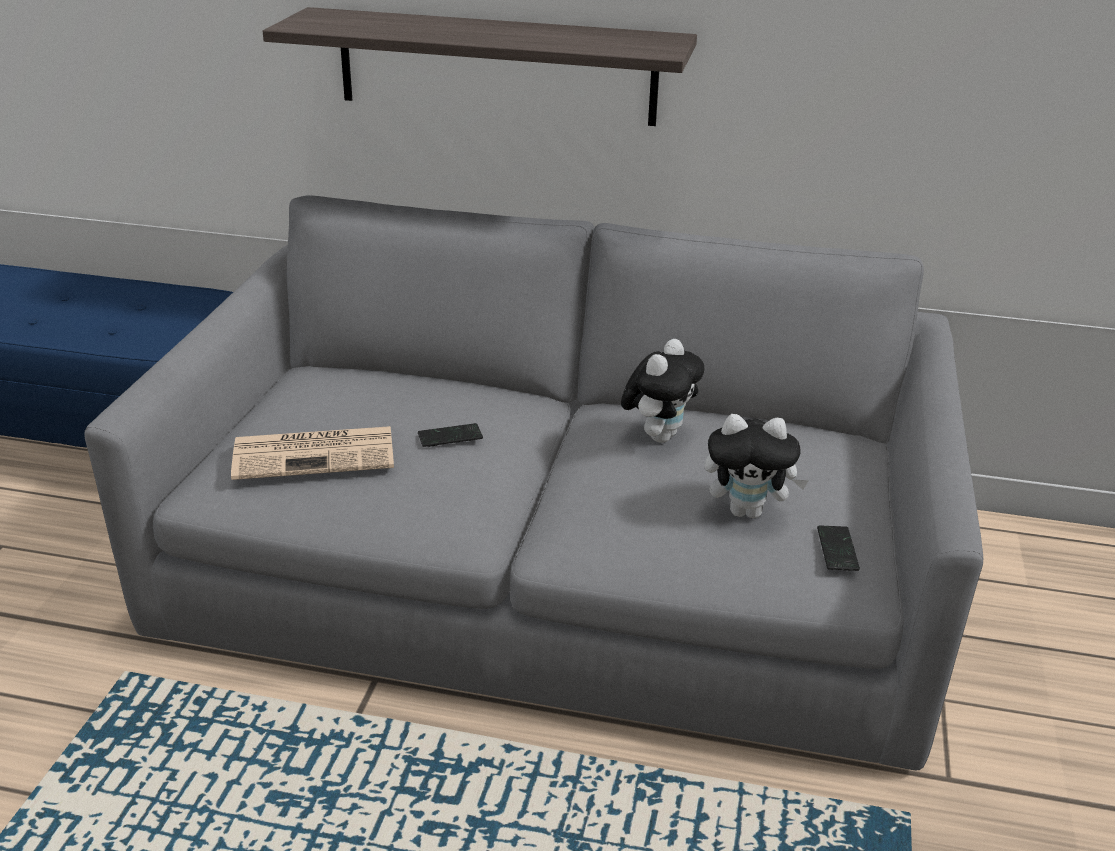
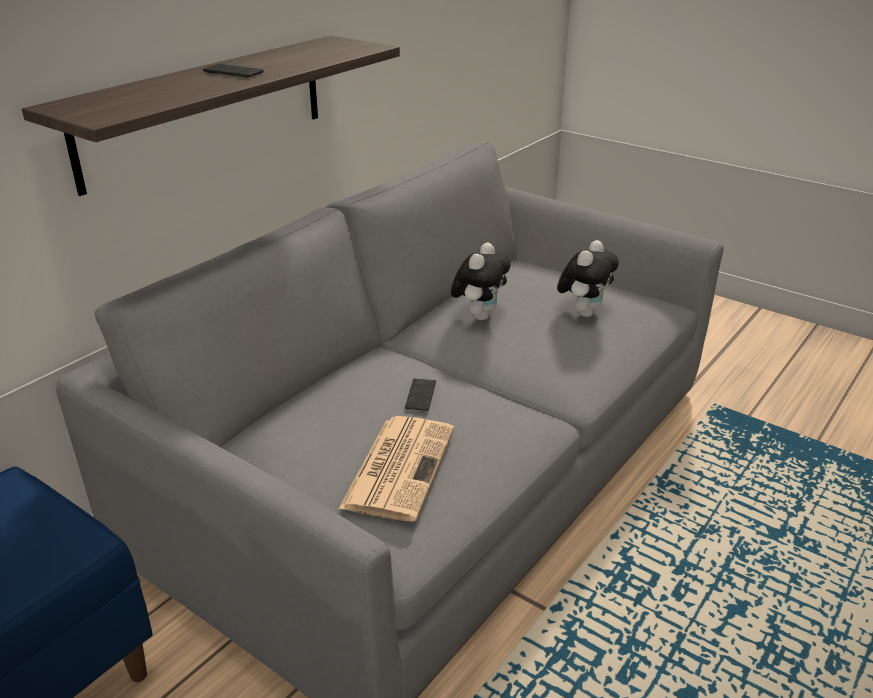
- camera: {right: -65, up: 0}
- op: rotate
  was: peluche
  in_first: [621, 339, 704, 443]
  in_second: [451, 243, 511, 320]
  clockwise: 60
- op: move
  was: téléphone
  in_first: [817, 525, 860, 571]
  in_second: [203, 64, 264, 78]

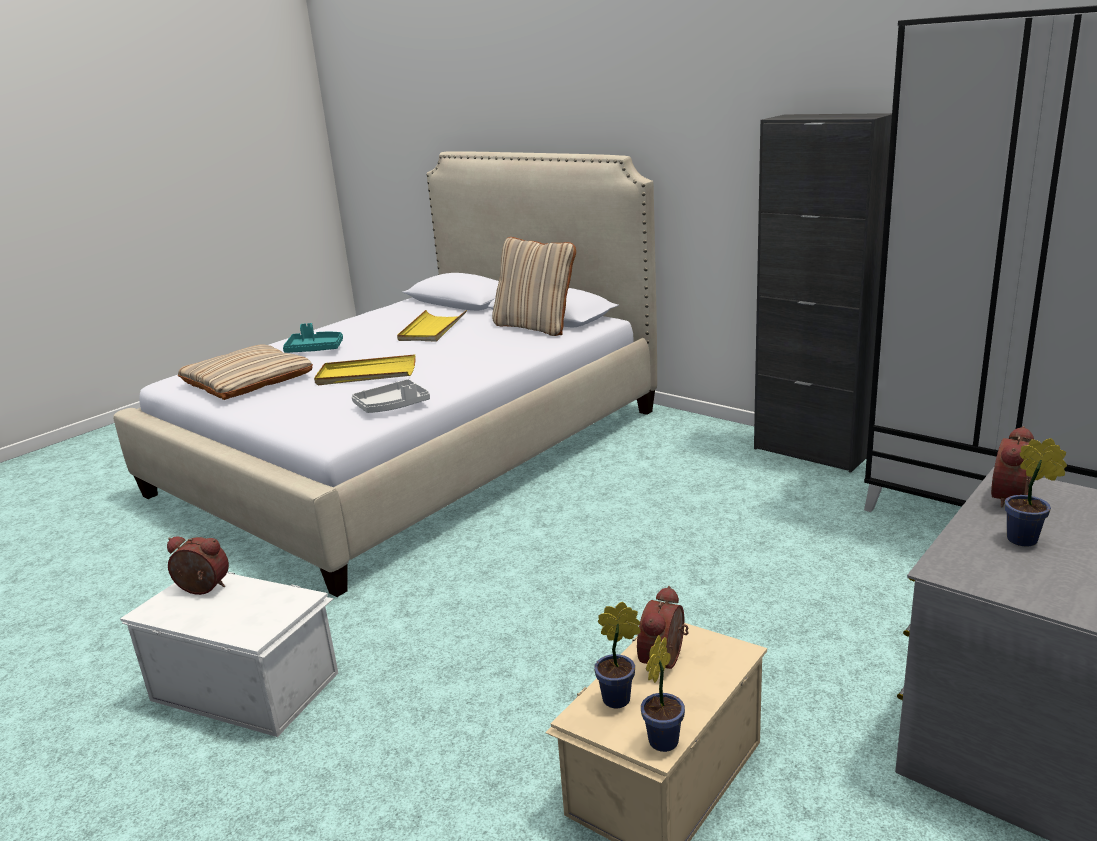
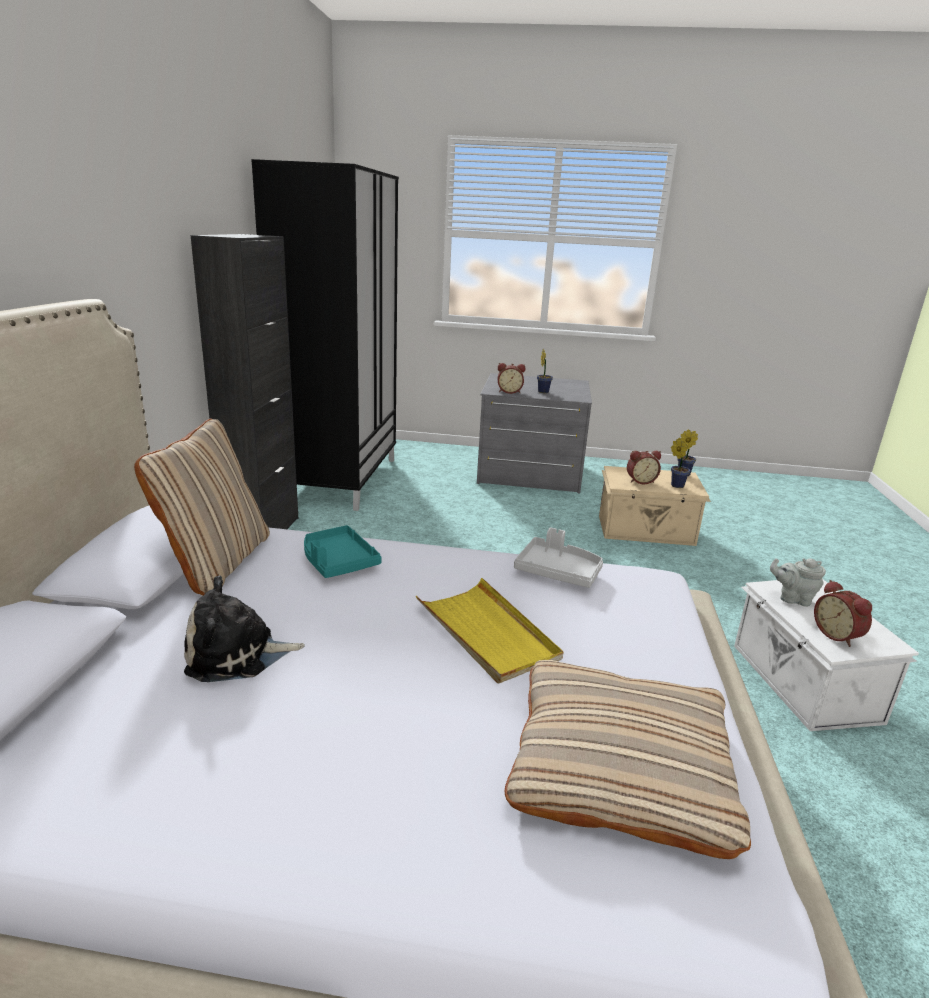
- camera: {right: -125, up: 0}
- op: replace
  was: plateau [jaune]
  now: peluche
  in_first: [397, 310, 467, 341]
  in_second: [184, 575, 305, 682]
- op: move
  was: plateau [turquoise]
  in_first: [283, 323, 343, 353]
  in_second: [304, 525, 382, 578]
- op: insert
  now: théière [gris]
  in_second: [770, 558, 826, 607]

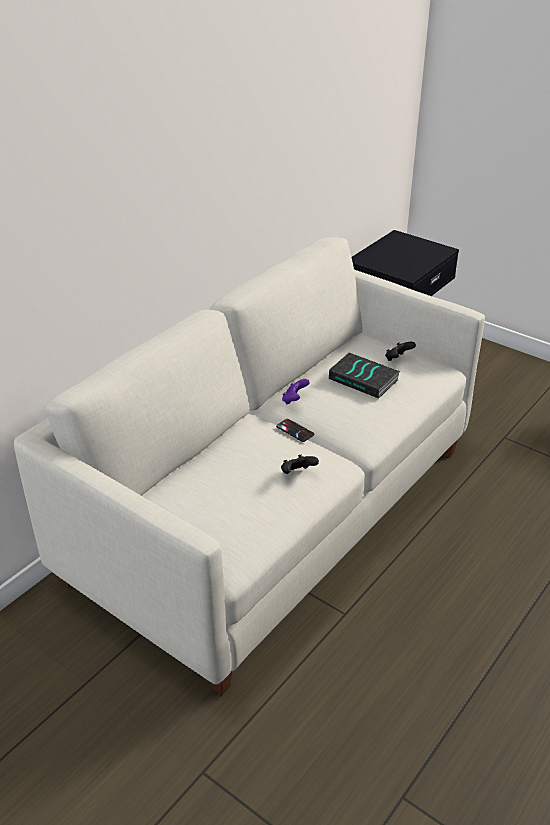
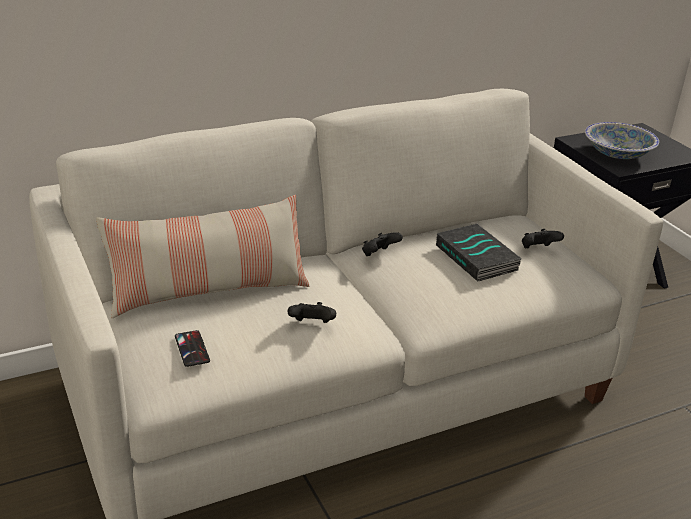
- camera: {right: 25, up: -5}
- op: recolor
  was: manette [violet]
  now: manette [noir]
  in_first: [282, 379, 310, 405]
  in_second: [362, 232, 403, 256]
- op: move
  was: téléphone
  in_first: [276, 419, 314, 442]
  in_second: [175, 330, 210, 367]
- op: insert
  now: bol
  in_second: [585, 122, 659, 159]
- op: insert
  now: coussin
  in_second: [96, 195, 309, 318]

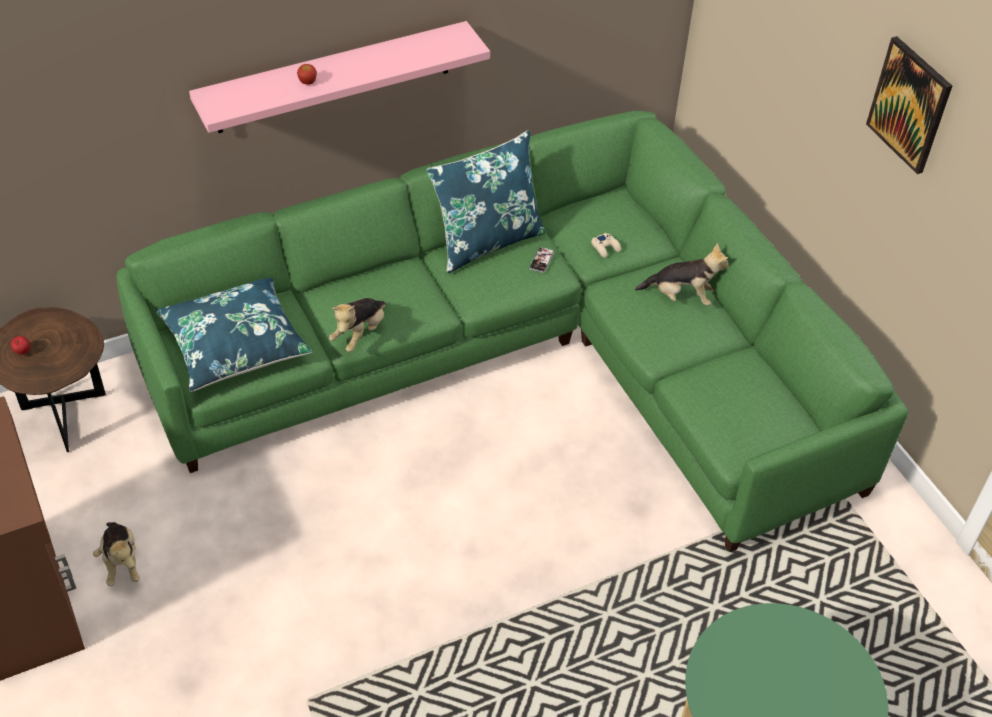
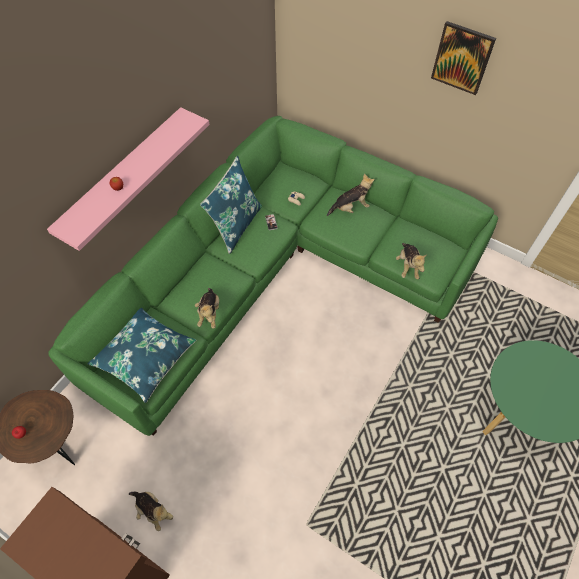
- camera: {right: -30, up: 10}
- op: insert
  now: peluche
  in_second: [396, 243, 426, 279]

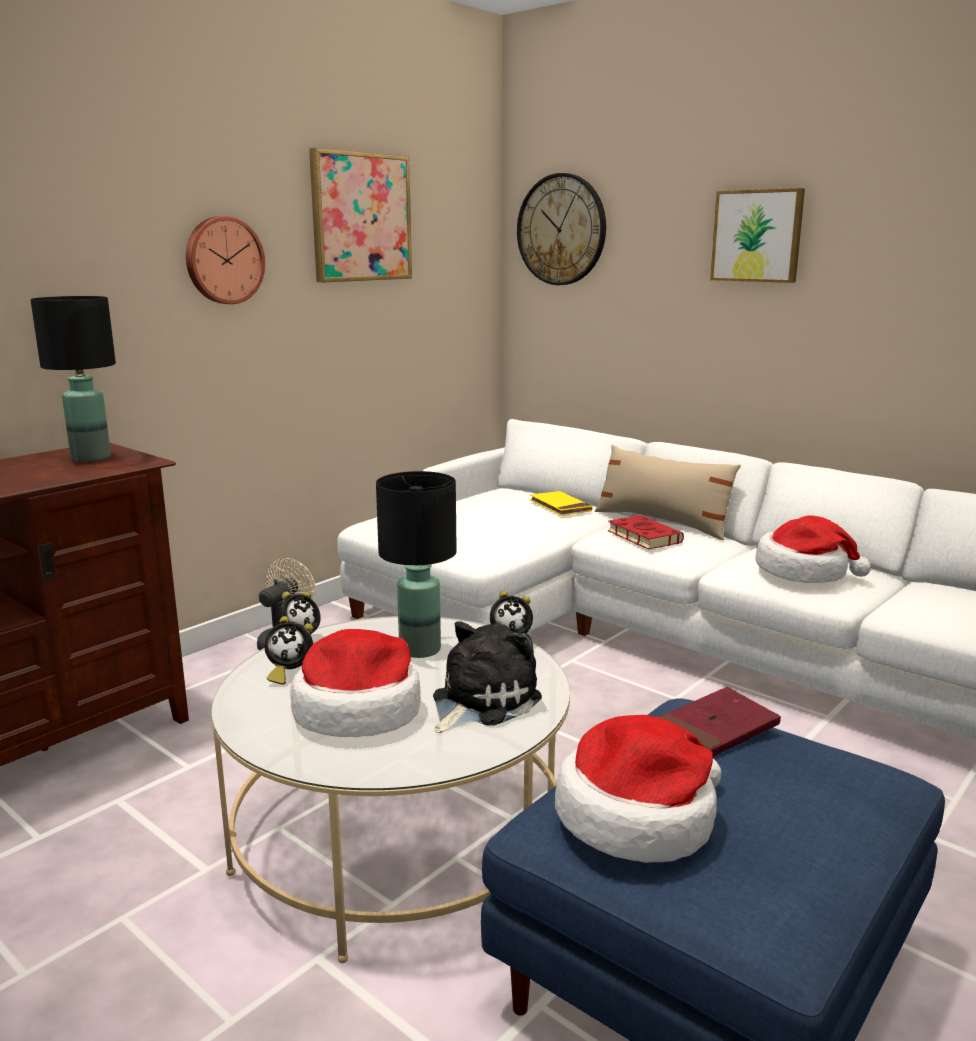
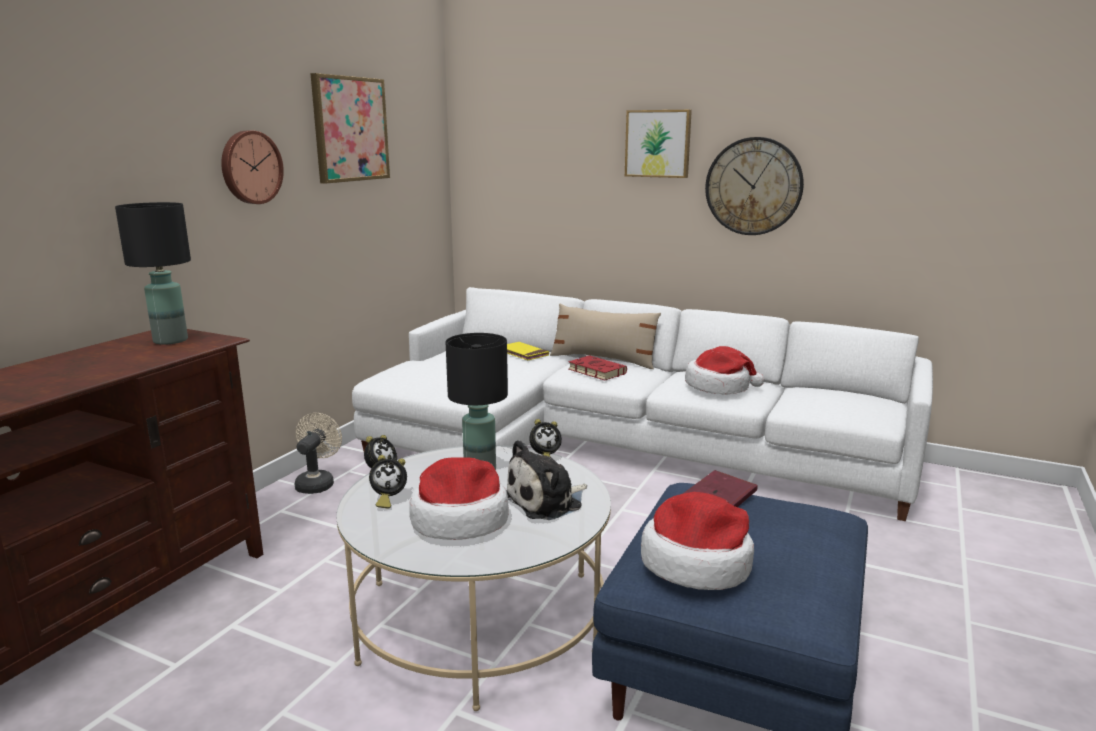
- camera: {right: -15, up: 0}
- op: move
  was: horloge murale
  in_first: [517, 173, 606, 285]
  in_second: [705, 137, 804, 235]
- op: rotate
  was: peluche
  in_first: [433, 621, 542, 733]
  in_second: [506, 440, 587, 520]
  clockwise: -150

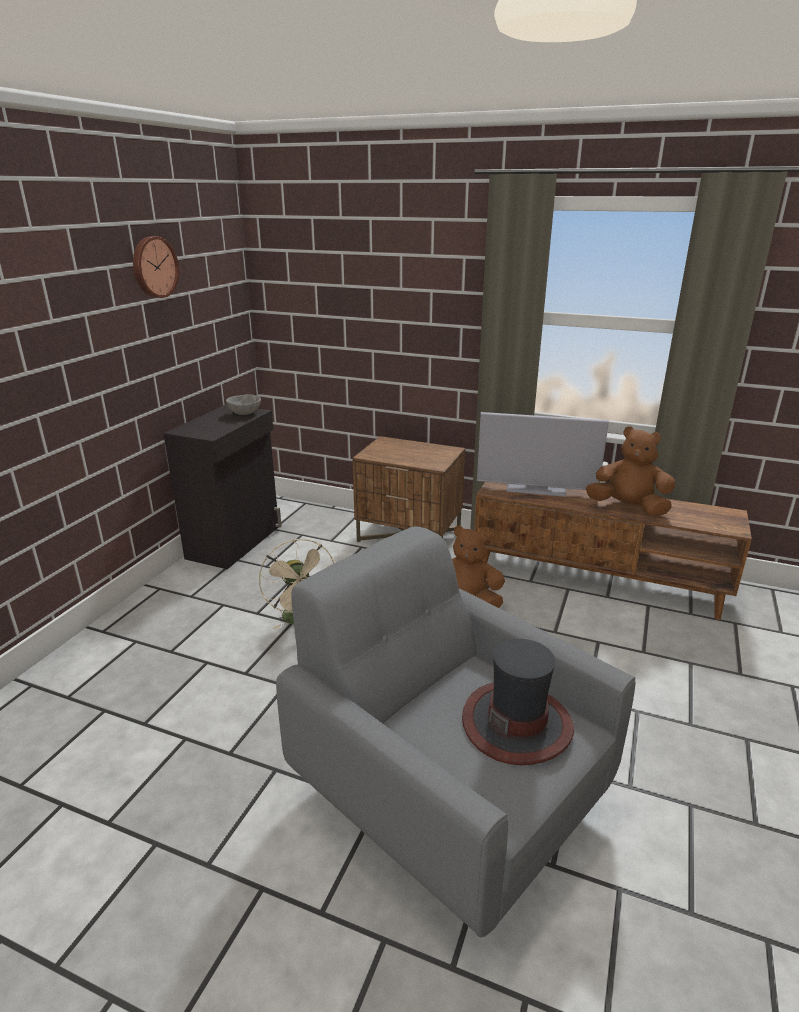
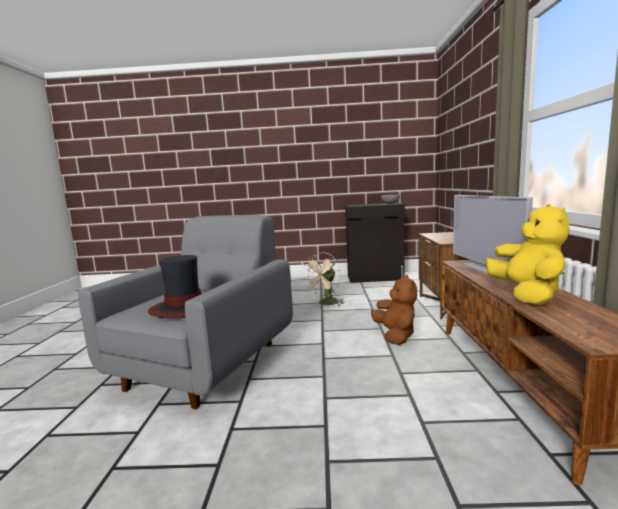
- camera: {right: 70, up: -15}
- op: delete
  was: horloge murale
  in_first: [133, 236, 179, 298]
- op: recolor
  was: peluche [marron]
  now: peluche [jaune]
  in_first: [586, 426, 676, 517]
  in_second: [485, 204, 570, 305]

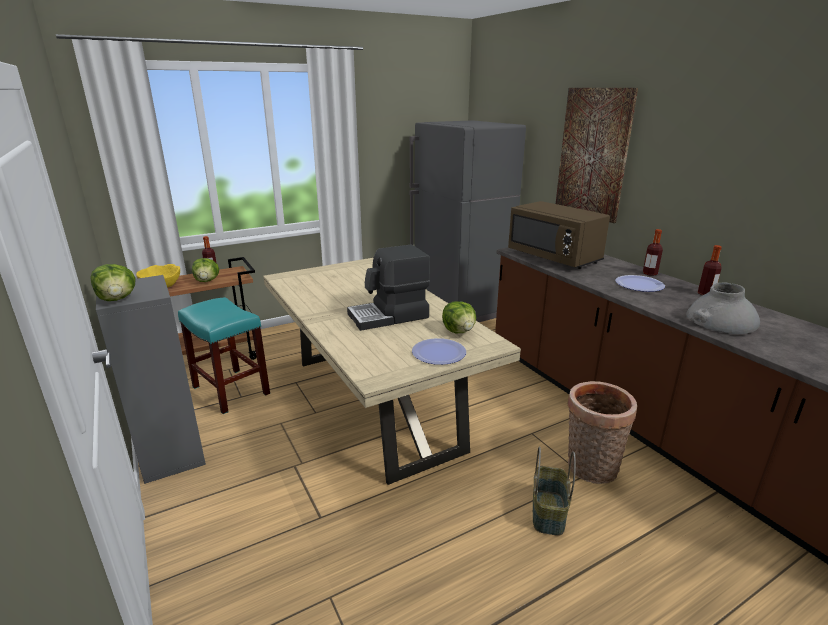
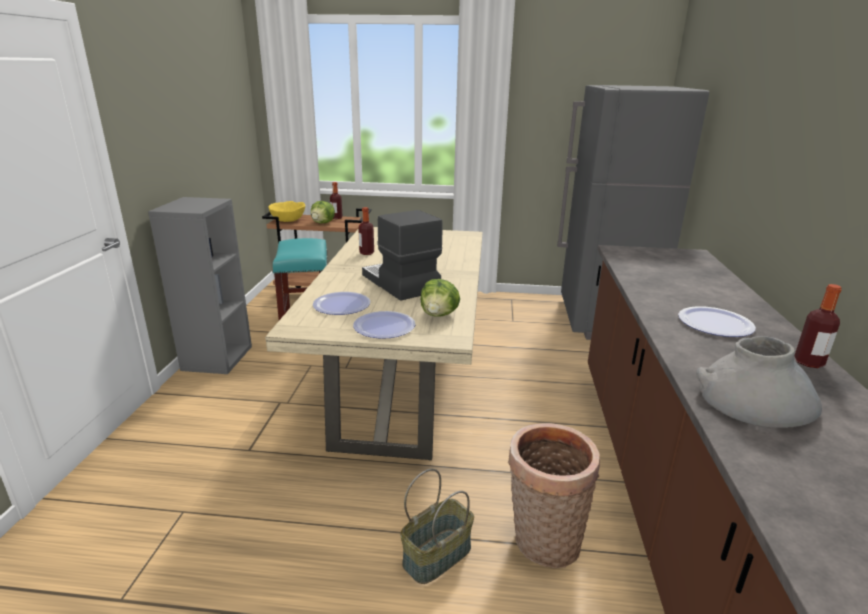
- camera: {right: 35, up: 0}
- op: delete
  was: tableau
  in_first: [556, 88, 638, 223]
- op: delete
  was: micro-ondes [marron]
  in_first: [508, 201, 610, 269]
- op: move
  was: bouteille
  in_first: [643, 229, 663, 276]
  in_second: [358, 207, 374, 255]
- op: rotate
  was: machine à café
  in_first: [347, 245, 430, 331]
  in_second: [362, 210, 443, 301]
  clockwise: 45
- op: delete
  was: laitue
  in_first: [90, 264, 136, 301]
- op: insert
  now: assiette
  in_second: [313, 292, 370, 315]

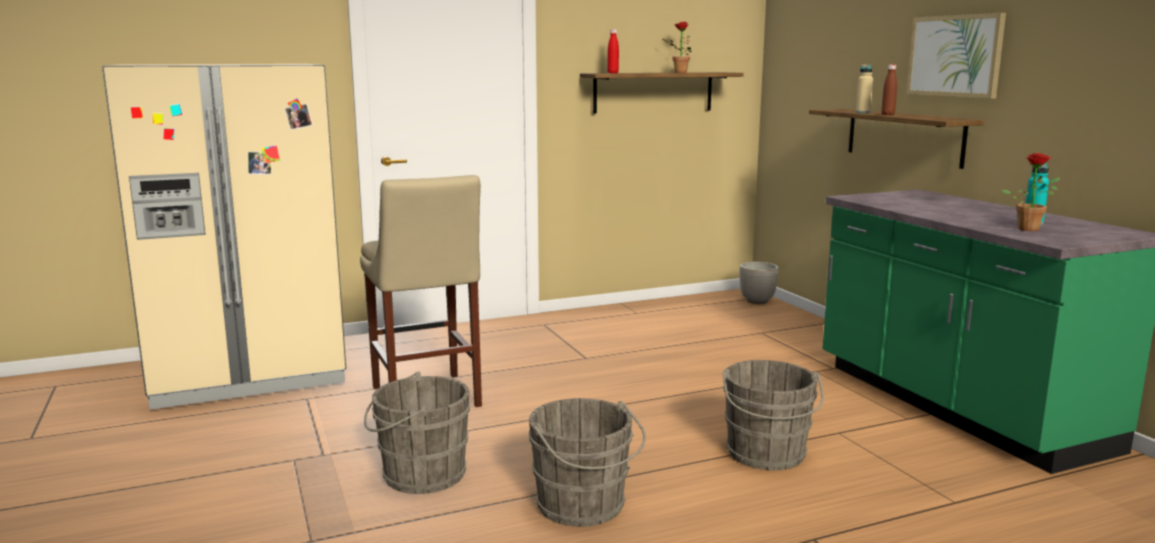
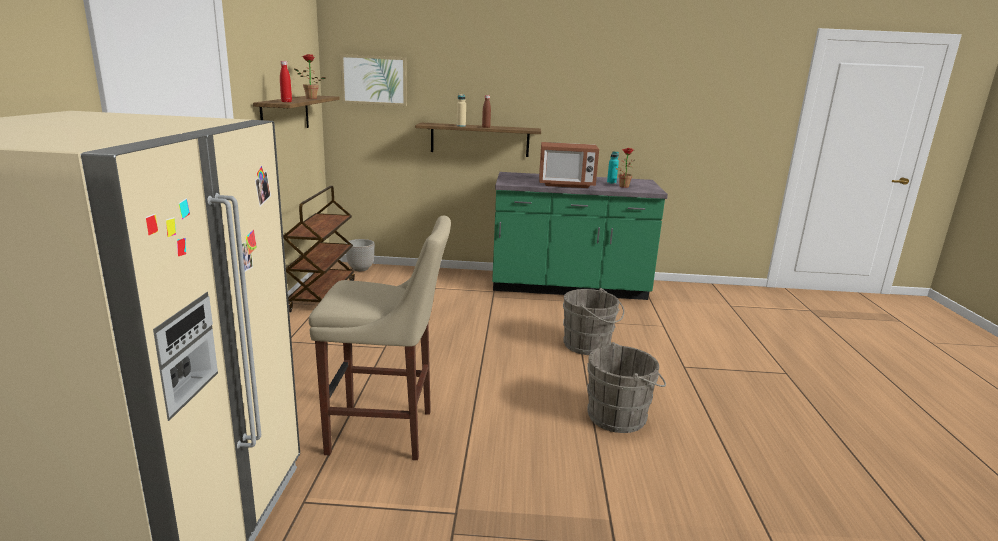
- camera: {right: -65, up: 5}
- op: move
  was: tableau
  in_first: [907, 13, 1006, 99]
  in_second: [340, 54, 407, 106]
- op: delete
  was: seau [gris]
  in_first: [364, 371, 470, 494]
- op: insert
  now: micro-ondes
  in_second: [539, 142, 599, 188]
- op: insert
  now: chariot [marron]
  in_second: [283, 186, 355, 312]

